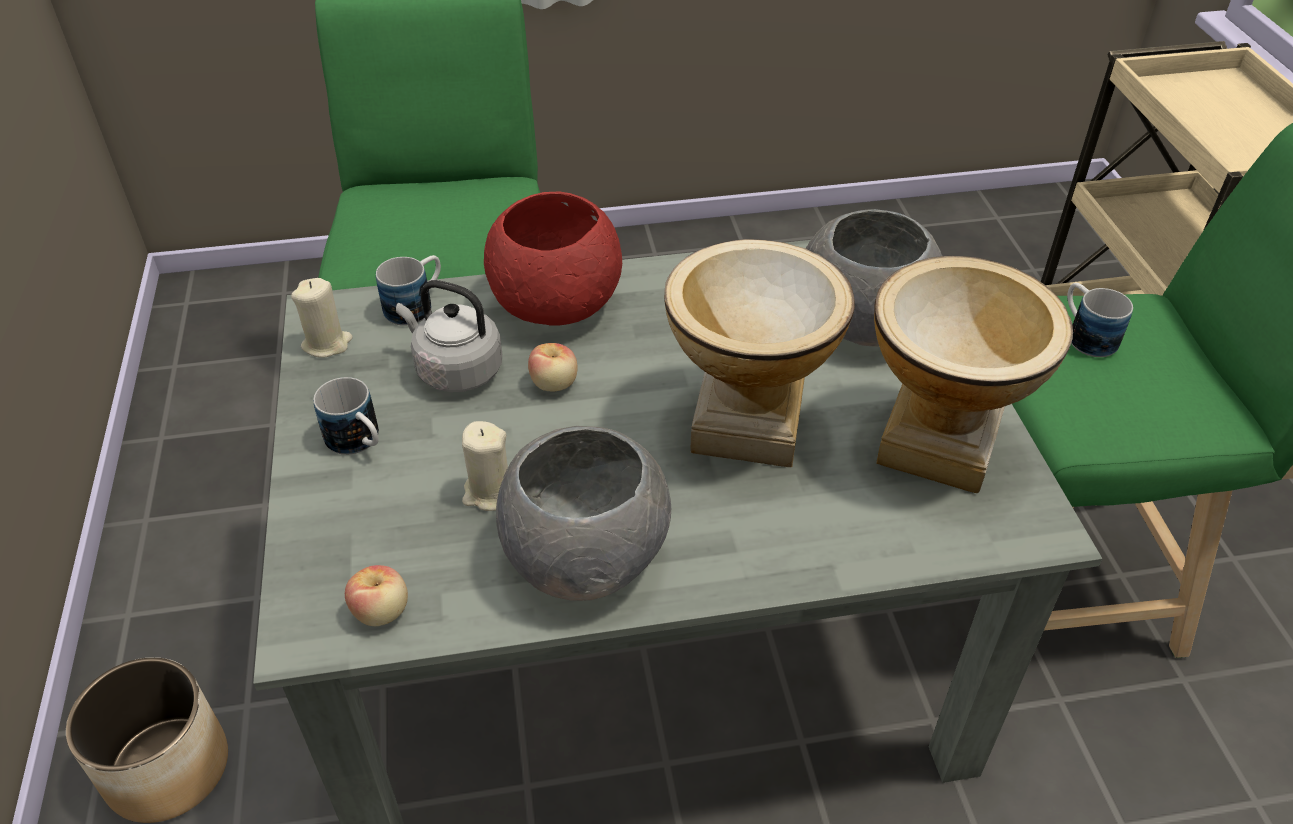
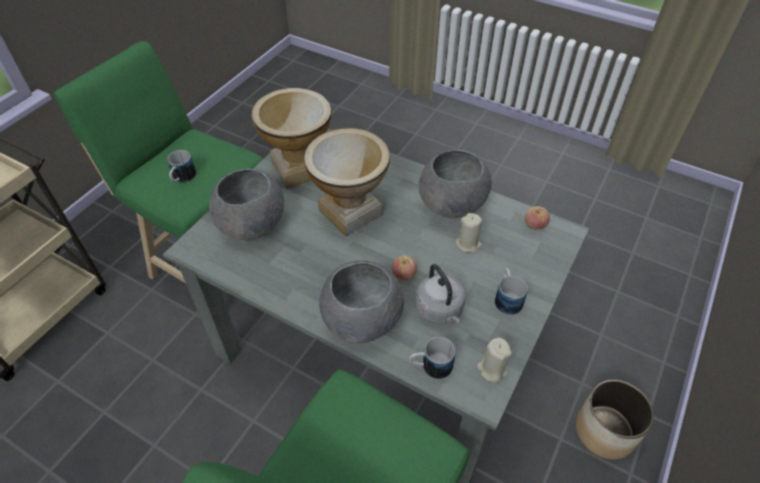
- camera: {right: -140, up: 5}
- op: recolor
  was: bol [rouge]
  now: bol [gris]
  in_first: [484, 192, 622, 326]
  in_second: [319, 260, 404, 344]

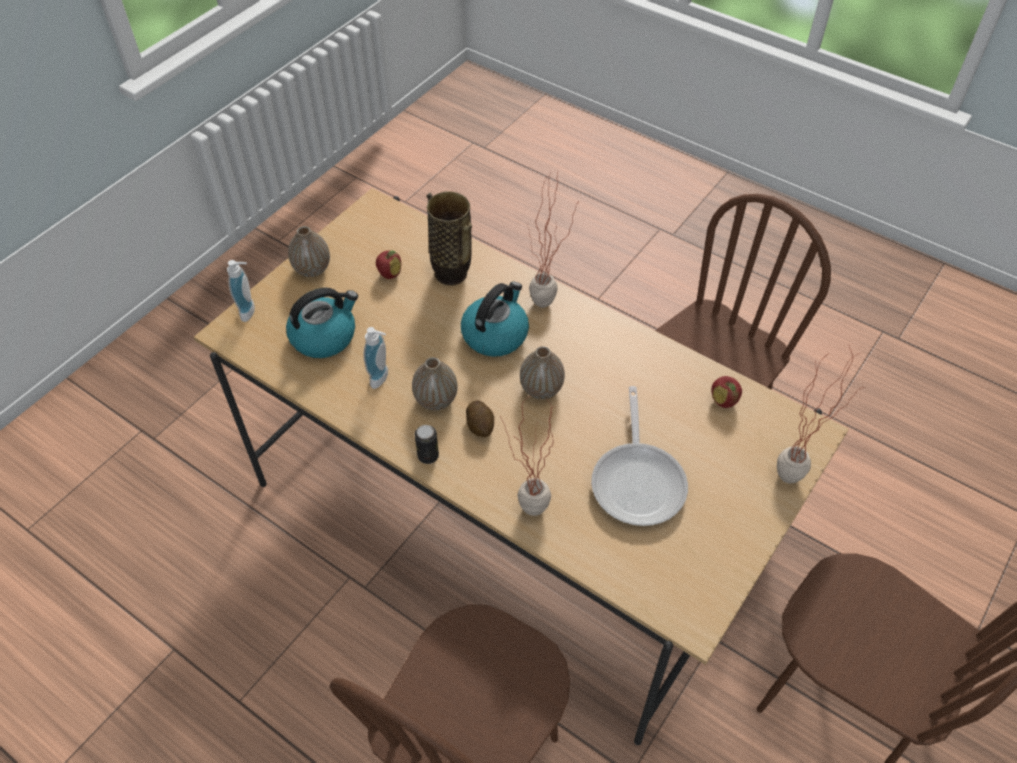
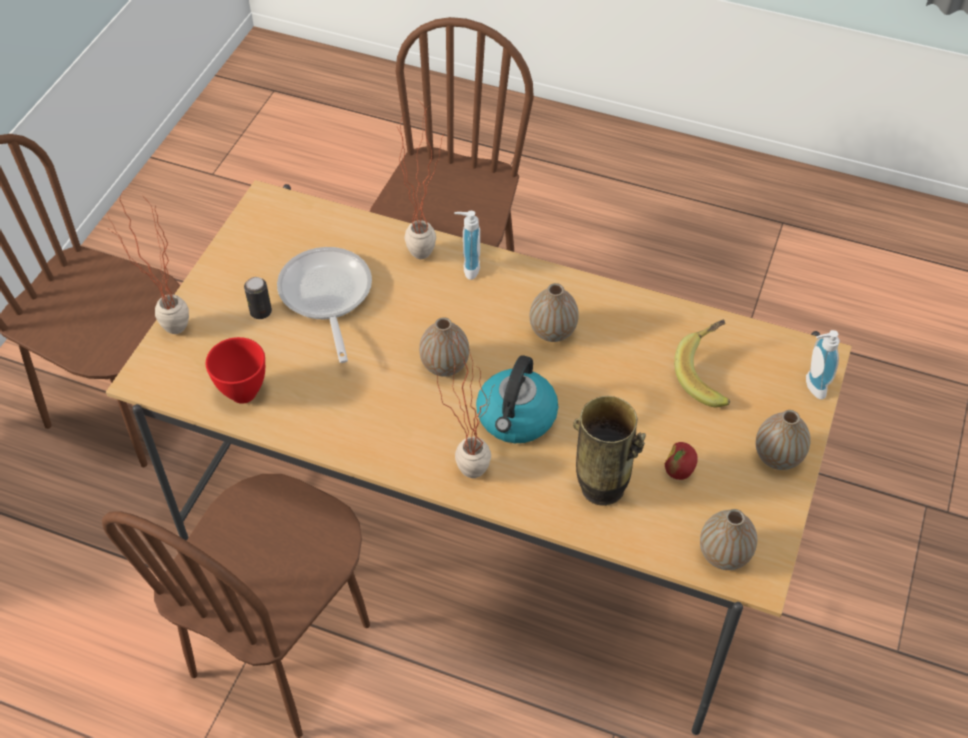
- camera: {right: 165, up: 0}
- op: replace
  was: bouilloire
  now: banane
  in_first: [286, 288, 358, 358]
  in_second: [674, 320, 730, 407]
- op: move
  was: distributeur de savon
  in_first: [364, 327, 388, 389]
  in_second: [454, 211, 480, 280]
- op: replace
  was: pomme
  now: bol [rouge]
  in_first: [711, 376, 742, 408]
  in_second: [206, 337, 265, 404]
- op: delete
  was: pomme de terre
  in_first: [466, 400, 494, 437]
- op: move
  was: boîte métallique
  in_first: [415, 425, 439, 464]
  in_second: [244, 277, 272, 319]
- op: insert
  now: vase
  in_second: [700, 509, 757, 570]

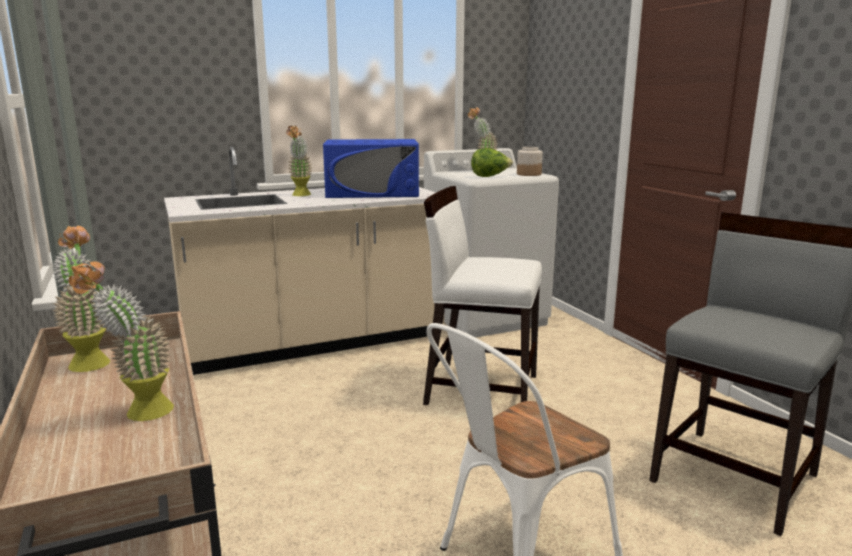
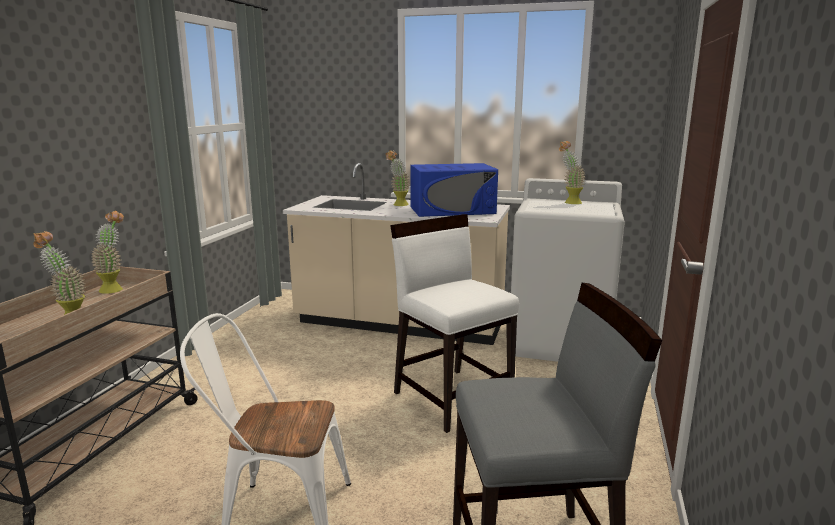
- camera: {right: 40, up: 0}
- op: rotate
  was: micro-ondes [bleu]
  in_first: [323, 139, 419, 198]
  in_second: [410, 163, 498, 217]
  clockwise: -45
- op: delete
  was: bocal
  in_first: [517, 147, 543, 176]
- op: delete
  was: laitue
  in_first: [471, 148, 513, 177]

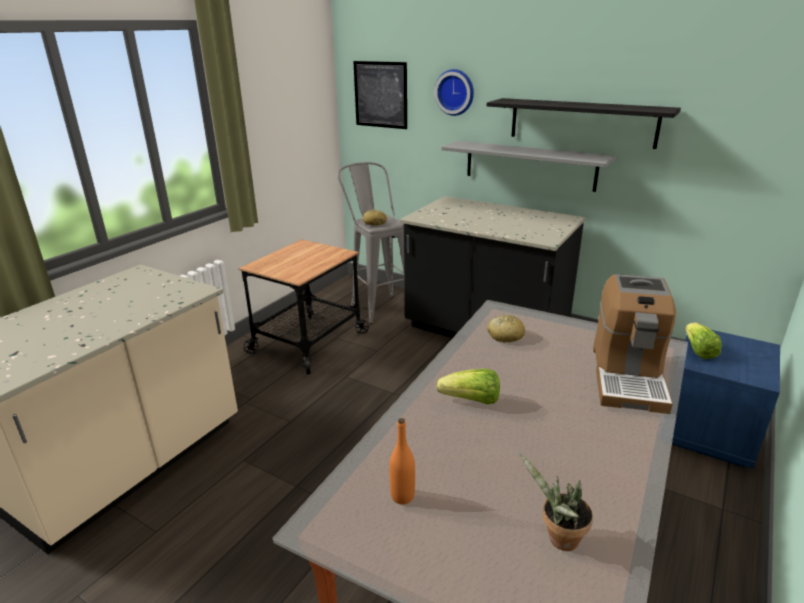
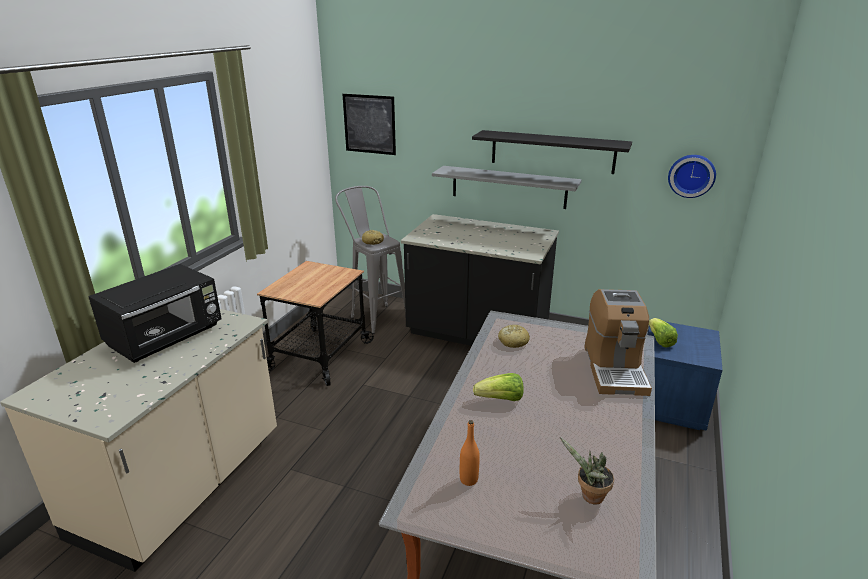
- camera: {right: -10, up: 0}
- op: move
  was: horloge murale
  in_first: [434, 69, 474, 116]
  in_second: [668, 155, 716, 198]
- op: insert
  now: micro-ondes [noir]
  in_second: [88, 264, 222, 363]

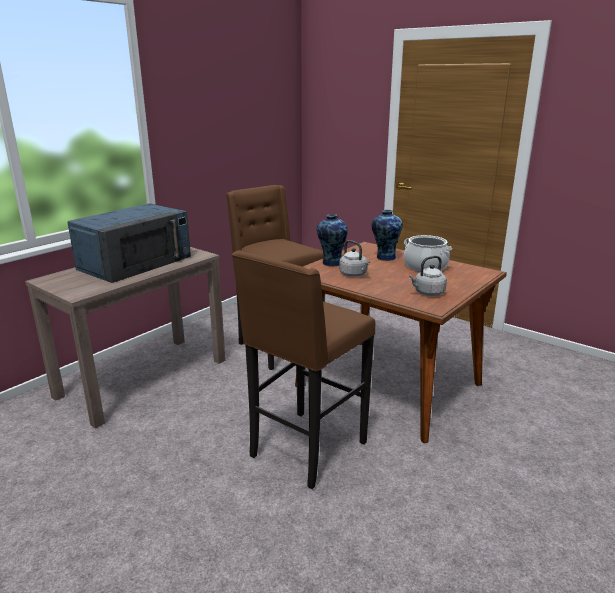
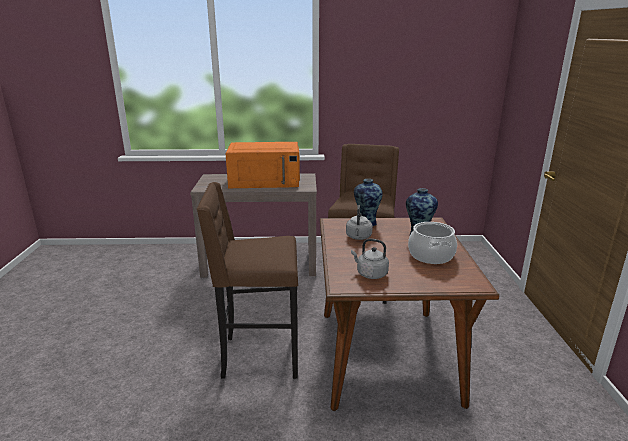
- camera: {right: 50, up: 0}
- op: recolor
  was: micro-ondes [bleu]
  now: micro-ondes [orange]
  in_first: [68, 203, 191, 283]
  in_second: [225, 142, 300, 188]

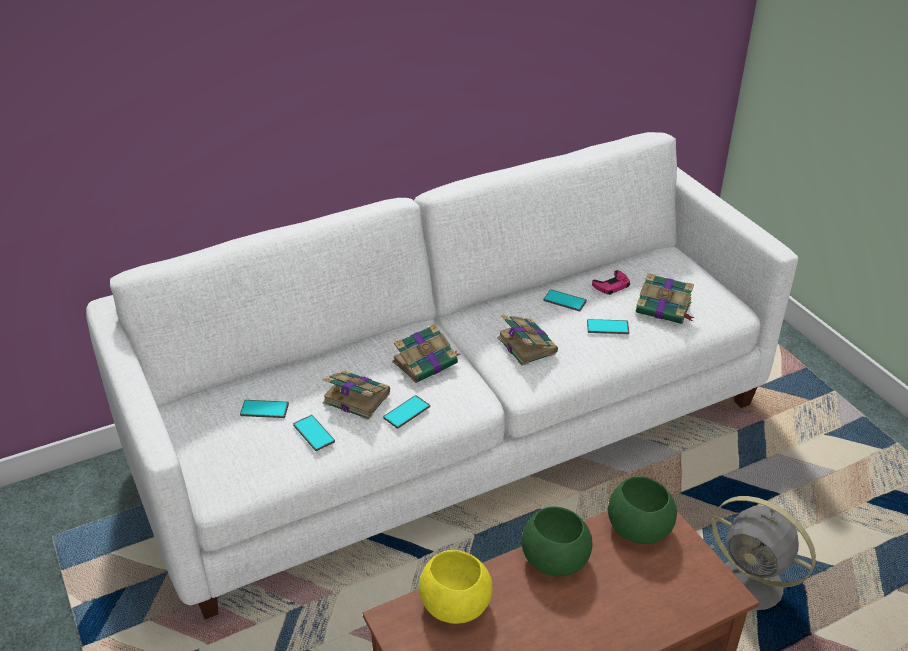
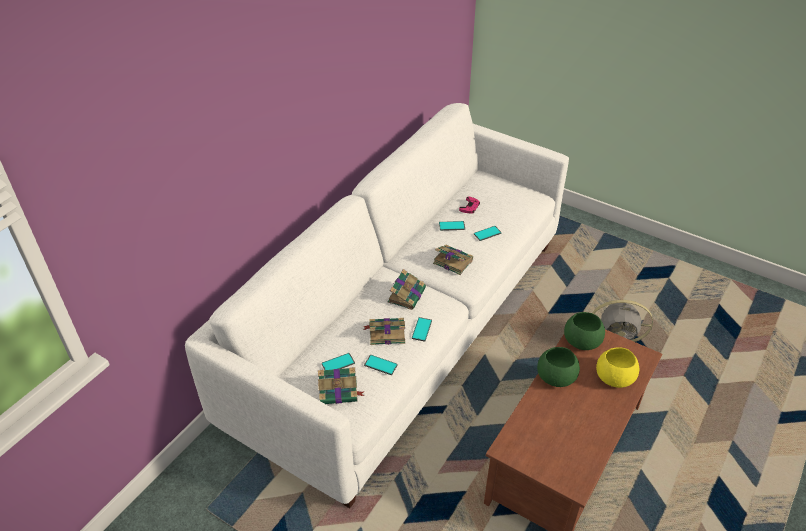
- camera: {right: -30, up: 5}
- op: move
  was: livre
  in_first: [636, 273, 695, 324]
  in_second: [318, 367, 365, 404]
- op: move
  was: bol [jaune]
  in_first: [419, 550, 492, 624]
  in_second: [596, 347, 639, 388]

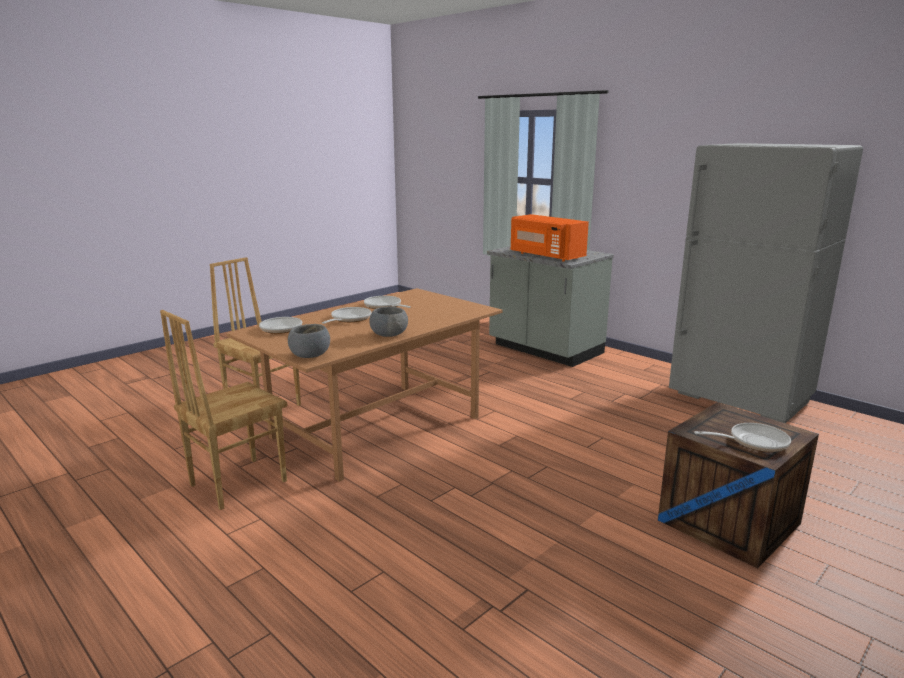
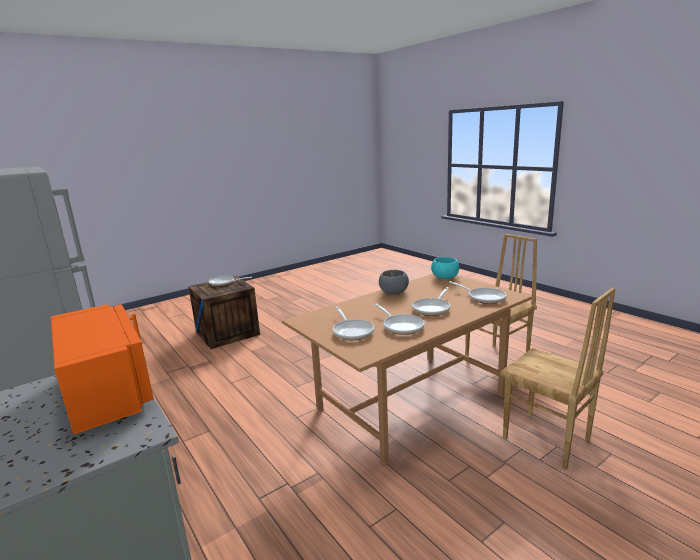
- camera: {right: -170, up: 0}
- op: recolor
  was: bol [gris]
  now: bol [turquoise]
  in_first: [288, 324, 330, 358]
  in_second: [431, 257, 459, 279]
- op: insert
  now: poêle
  in_second: [333, 307, 374, 340]

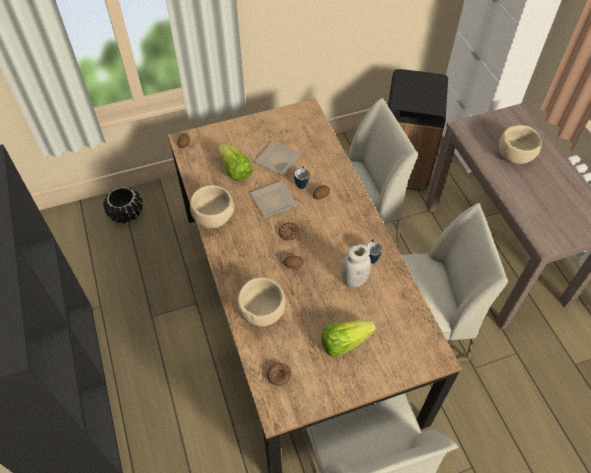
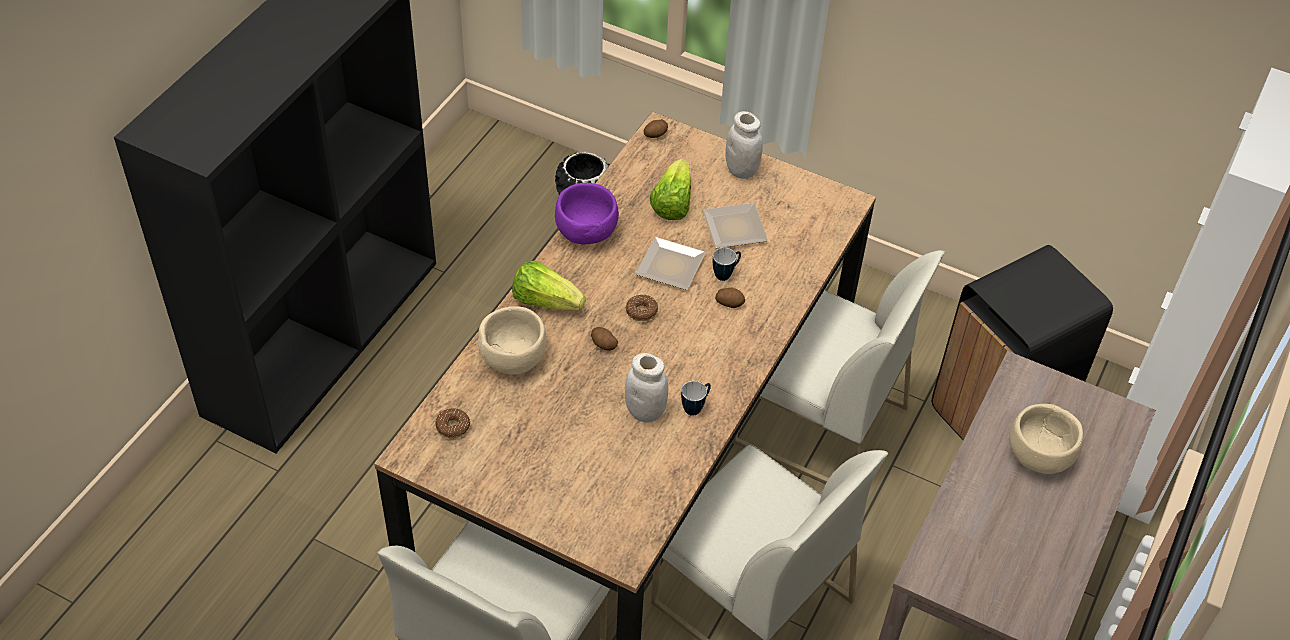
- camera: {right: 45, up: -5}
- op: recolor
  was: bol [beige]
  now: bol [violet]
  in_first: [190, 185, 234, 228]
  in_second: [555, 183, 619, 245]
- op: move
  was: laitue
  in_first: [321, 320, 376, 357]
  in_second: [512, 261, 586, 310]
- op: insert
  now: bocal [blanc]
  in_second: [725, 111, 763, 179]

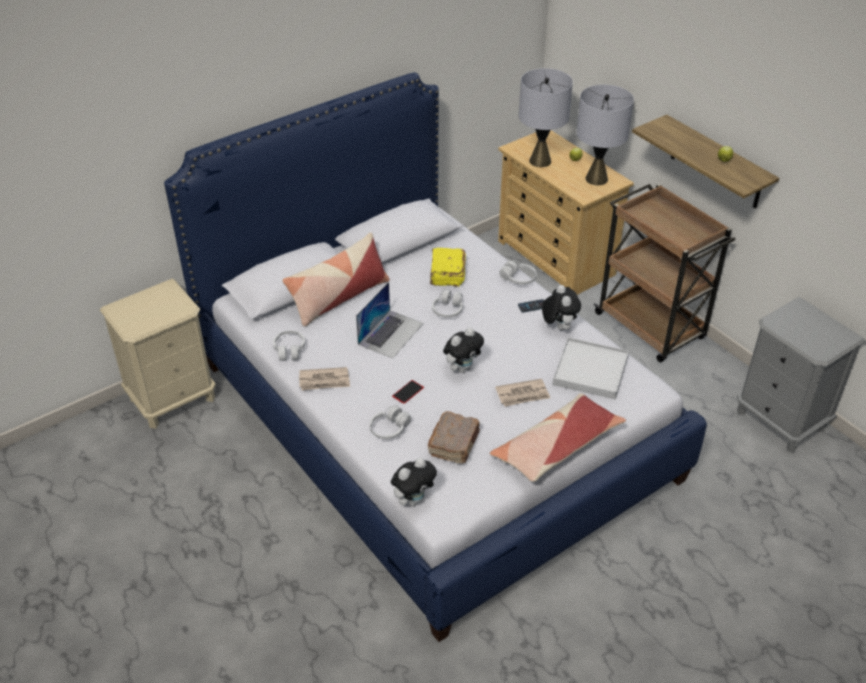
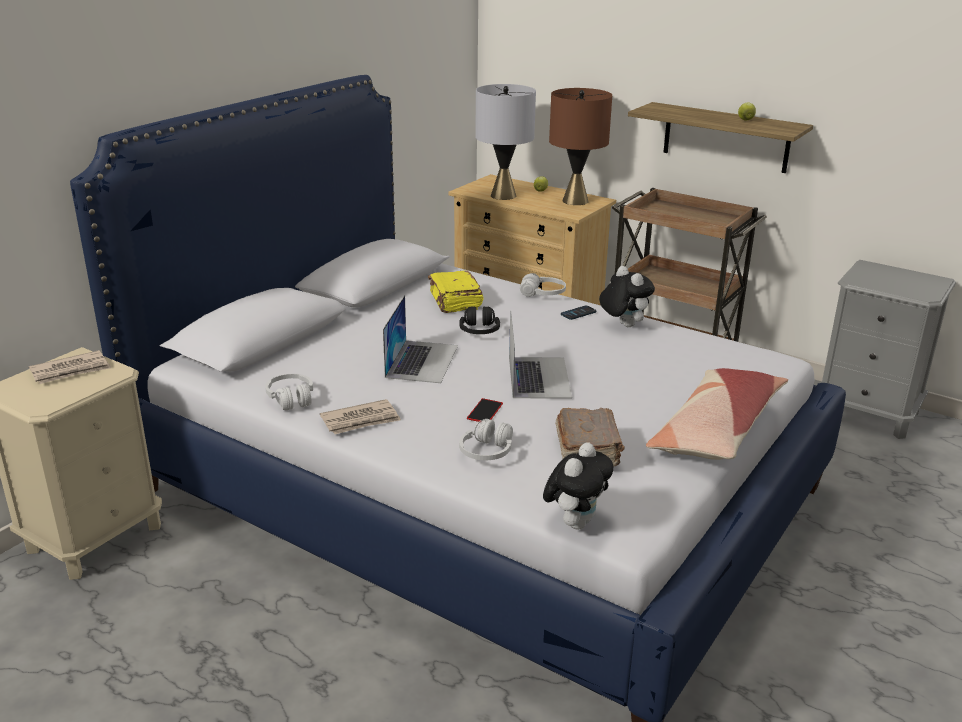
- camera: {right: -20, up: -15}
- op: recolor
  was: lampe de table [gris]
  now: lampe de table [marron]
  in_first: [576, 84, 634, 185]
  in_second: [549, 88, 612, 205]
- op: delete
  was: coussin
  in_first: [282, 232, 390, 327]
- op: recolor
  was: casque audio [blanc]
  now: casque audio [noir]
  in_first: [432, 289, 463, 318]
  in_second: [459, 306, 500, 334]
- op: replace
  was: peluche
  now: ordinateur portable
  in_first: [443, 327, 484, 373]
  in_second: [509, 311, 572, 398]
- op: delete
  was: plateau [blanc]
  in_first: [553, 338, 629, 399]
- op: move
  was: journal
  in_first: [495, 379, 550, 407]
  in_second: [29, 350, 111, 384]

